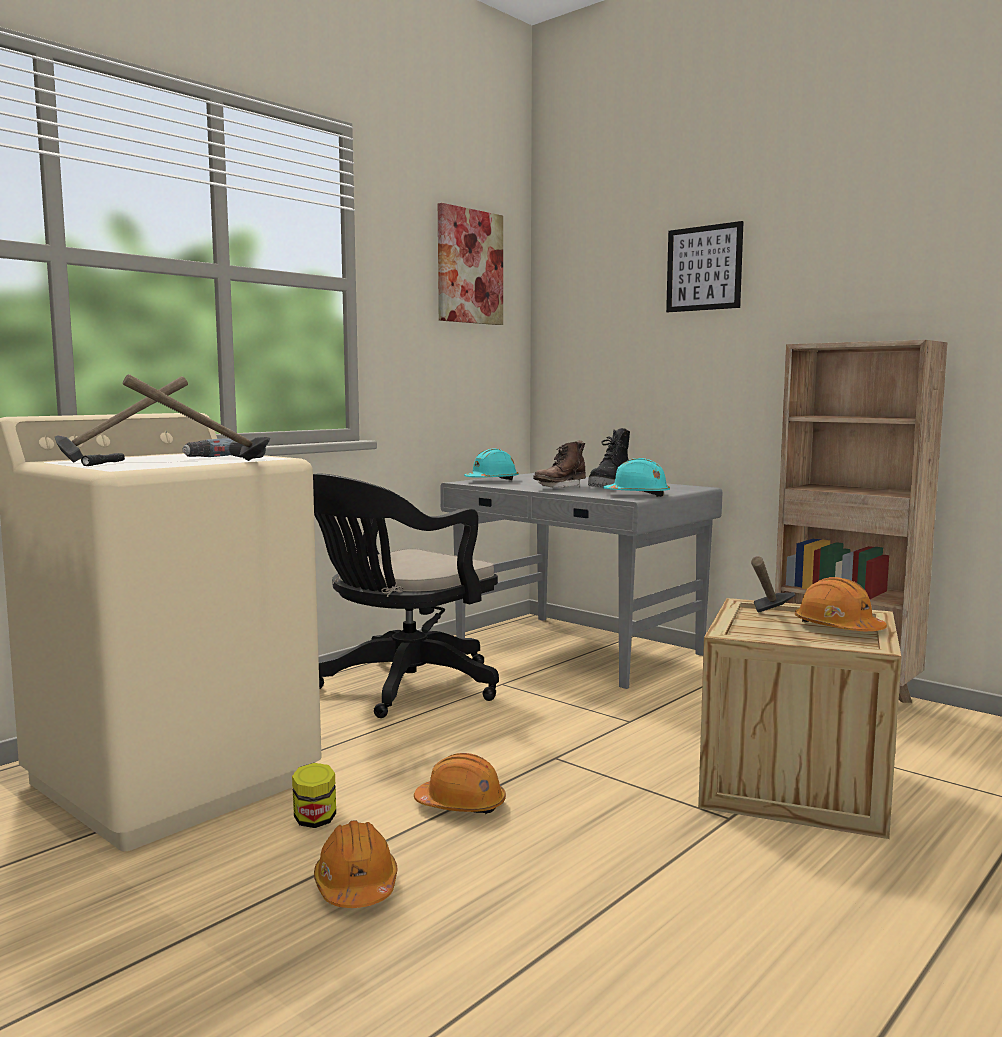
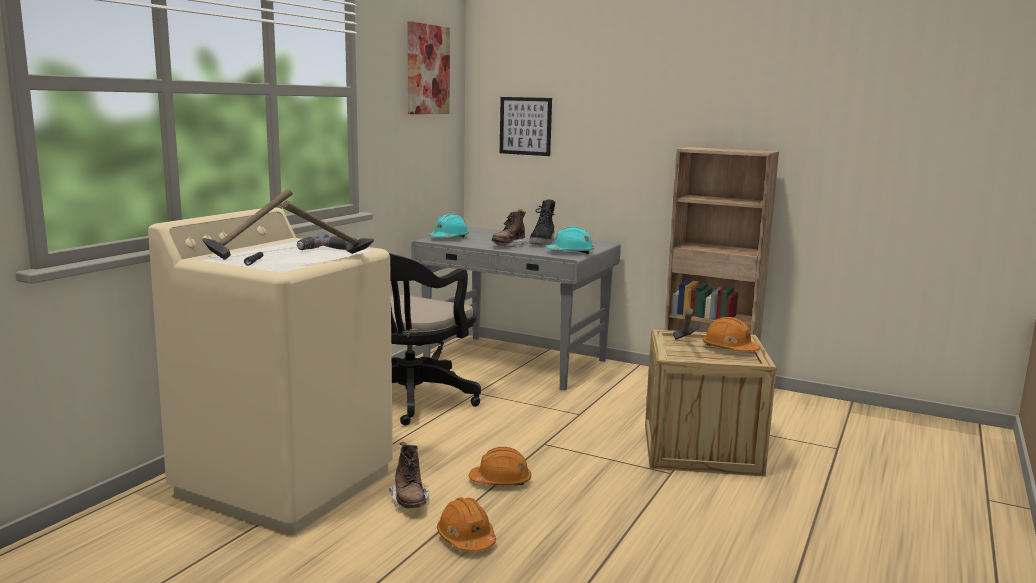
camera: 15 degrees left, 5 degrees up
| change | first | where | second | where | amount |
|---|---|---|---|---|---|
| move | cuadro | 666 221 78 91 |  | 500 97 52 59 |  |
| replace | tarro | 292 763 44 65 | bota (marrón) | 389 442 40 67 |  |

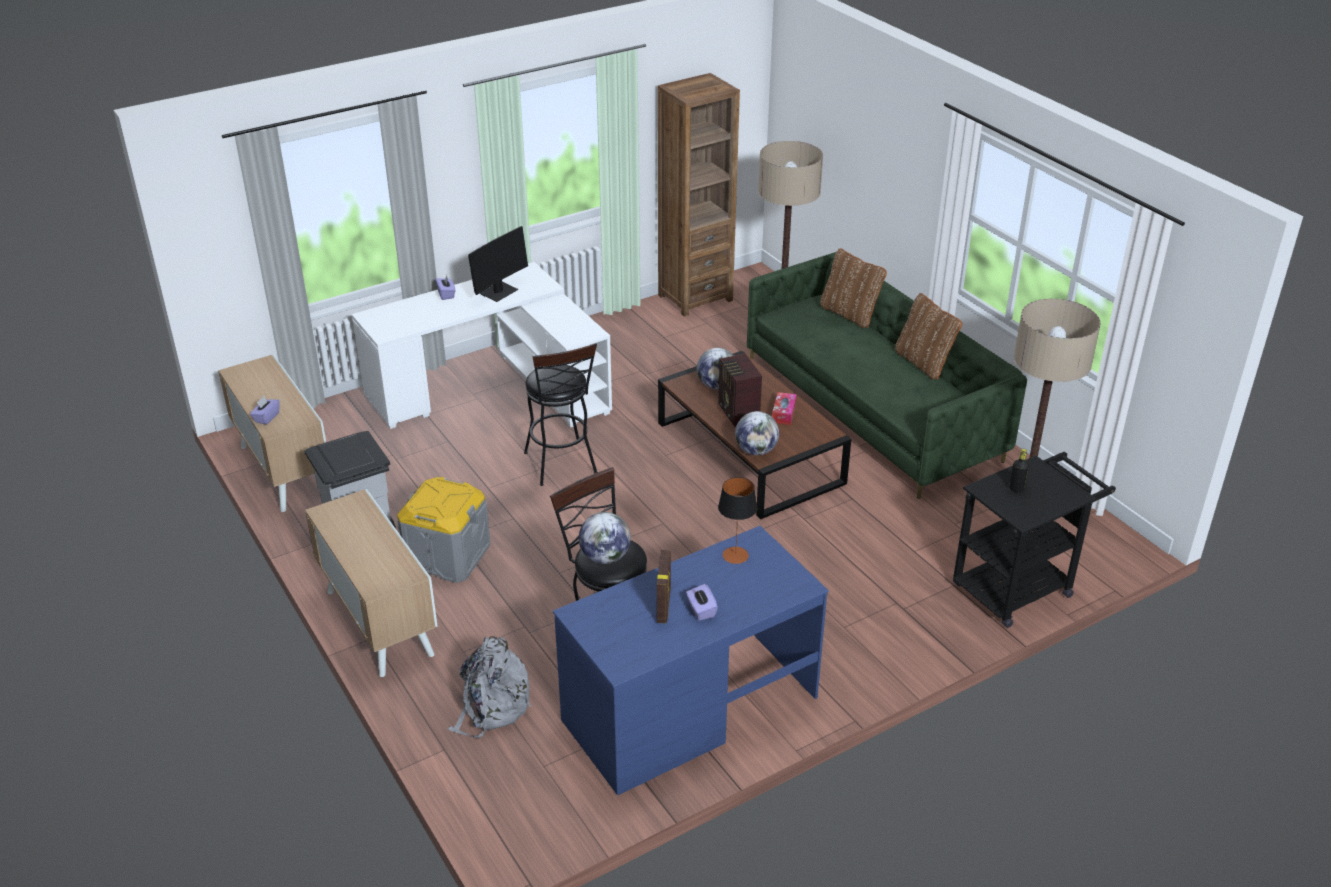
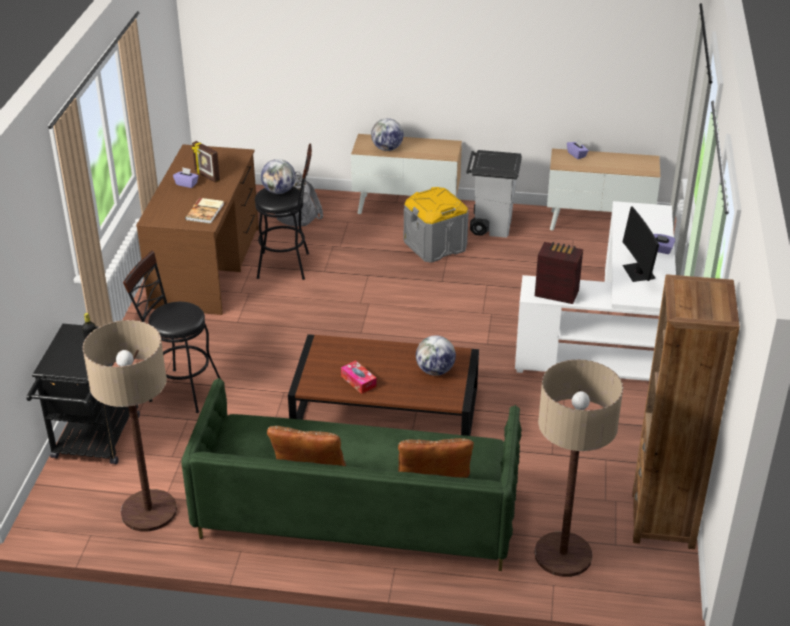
camera: 130 degrees right, 0 degrees up
| change | first | where | second | where | amount |
|---|---|---|---|---|---|
| move | taburete (negro) | 524 343 73 143 |  | 123 251 99 162 |  |
| move | radio | 718 354 44 73 |  | 535 242 48 62 |  |
| move | globo terráqueo | 735 411 44 44 |  | 371 118 33 33 |  |
| replace | lámpara de mesa | 718 477 39 87 | libro | 185 198 39 26 |  |
| recolor | escritorio (azul) | 553 526 276 269 | escritorio (marrón) | 136 144 123 171 |  |

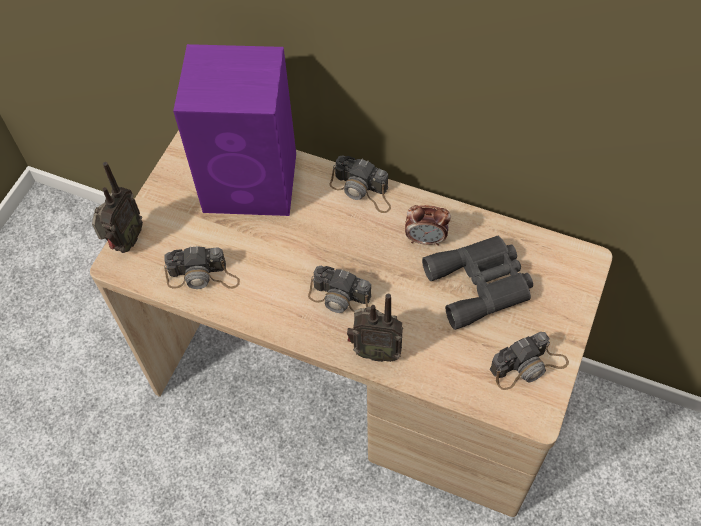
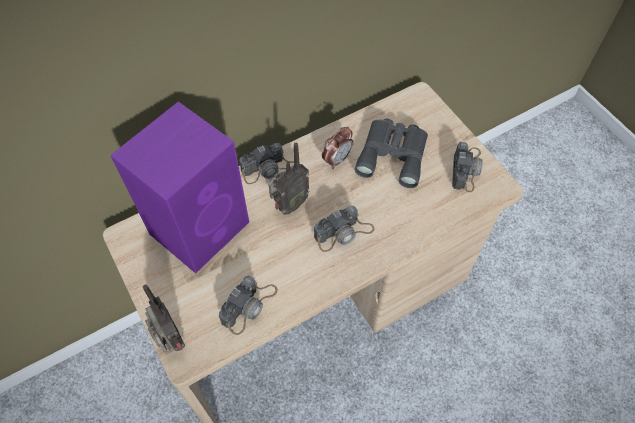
camera: 55 degrees left, 0 degrees up
| change | first | where | second | where | amount |
|---|---|---|---|---|---|
| move | radio | 347 294 56 68 |  | 269 143 40 72 |  |

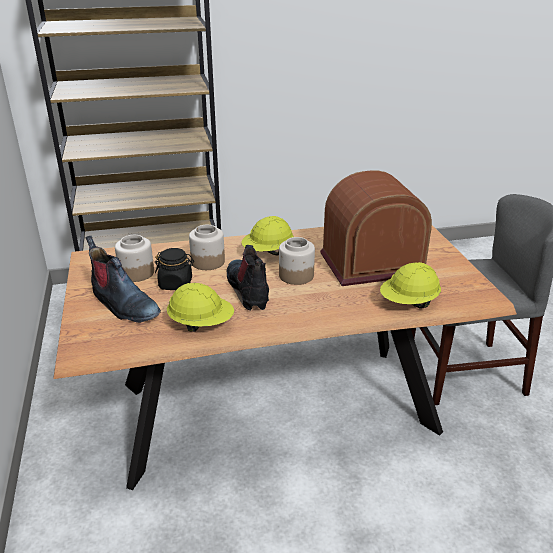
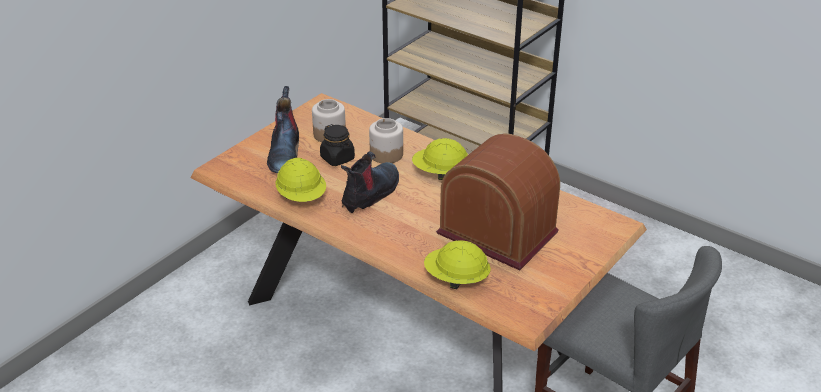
camera: 50 degrees right, 5 degrees up
| change | first | where | second | where | amount |
|---|---|---|---|---|---|
| delete | tarro | 279 237 36 48 |  |  |  |

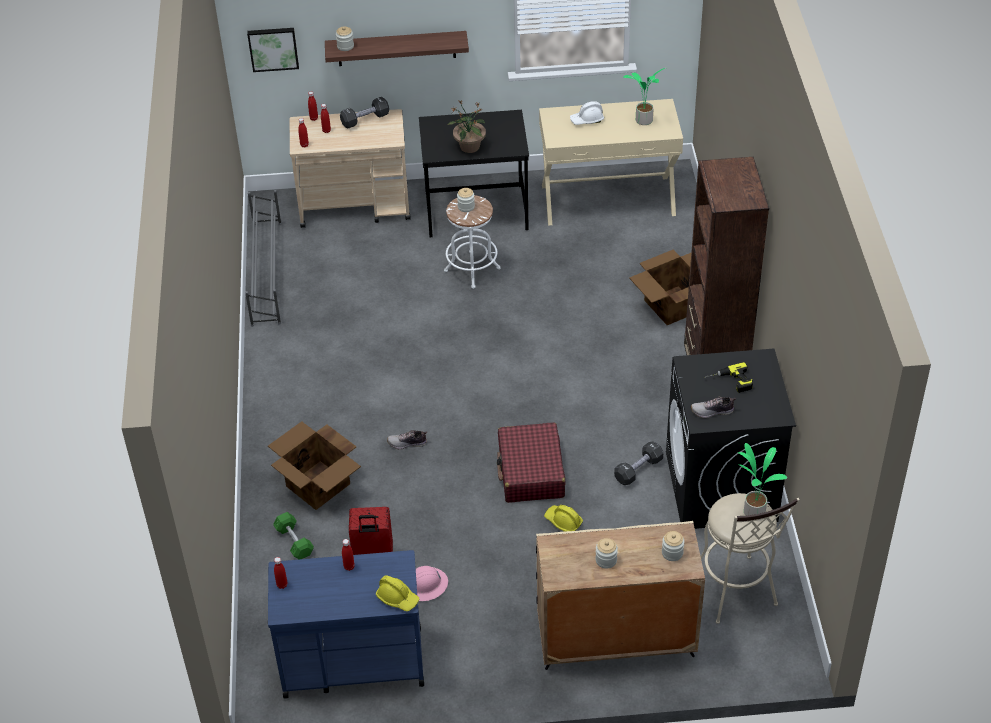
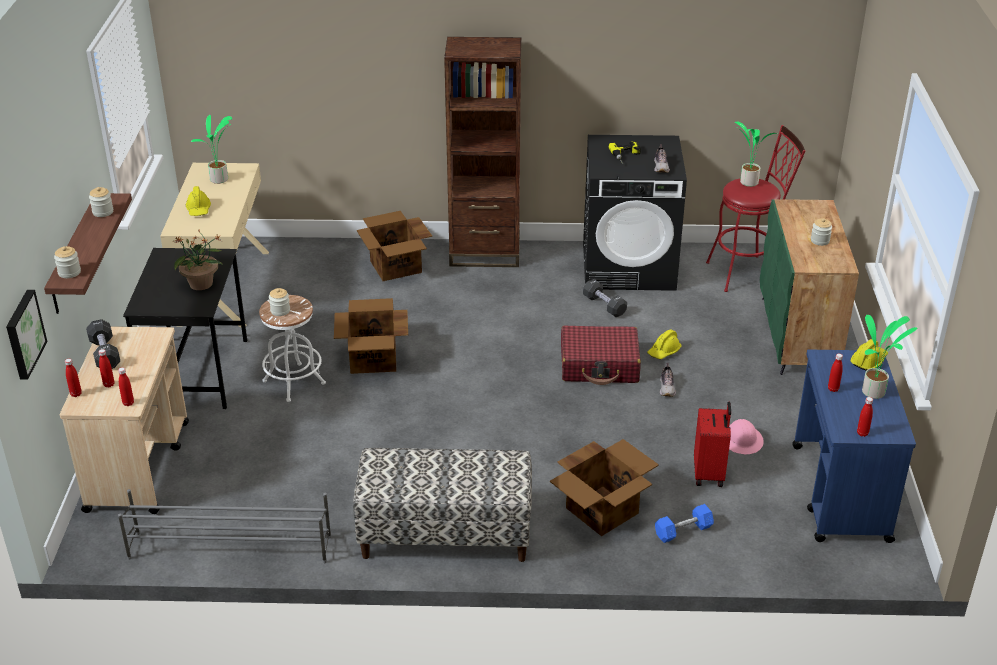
camera: 85 degrees left, 10 degrees down
| change | first | where | second | where | amount |
|---|---|---|---|---|---|
| insert |  |  | caja de cartón | 334 298 74 76 |  |
| insert |  |  | banco | 353 448 179 114 |  |
| insert |  |  | planta en maceta | 862 315 55 84 |  |
| move | zapato | 387 430 40 19 |  | 660 363 16 34 |  |
| move | tarro | 662 531 22 30 |  | 89 187 24 30 |  |
| recolor | mancuerna (verde) | 273 512 41 47 | mancuerna (azul) | 655 504 59 39 |  |
| recolor | armario (beis) | 536 521 169 149 | armario (verde) | 760 199 99 176 |  |
| recolor | casco (blanco) | 570 101 34 24 | casco (amarillo) | 186 186 25 30 |  |
| recolor | taburete (beis) | 701 493 99 131 | taburete (rojo) | 706 125 99 167 |  |

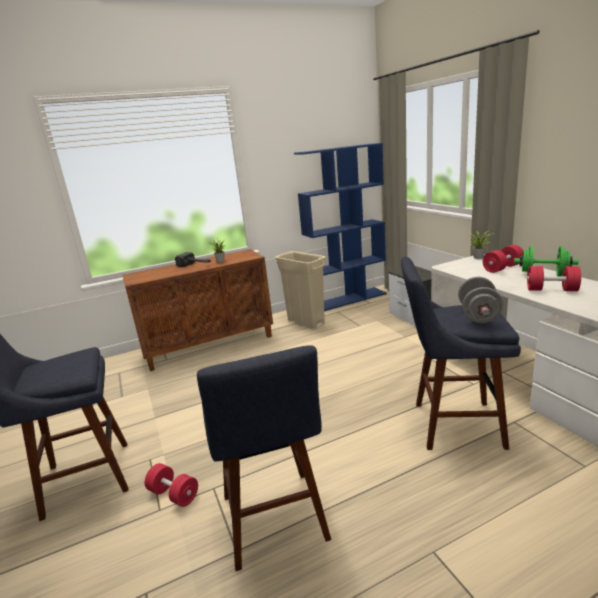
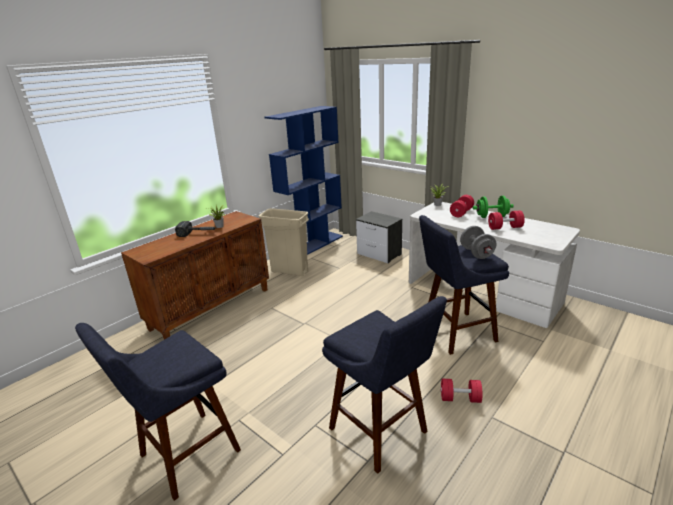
camera: 25 degrees left, 5 degrees up
| change | first | where | second | where | amount |
|---|---|---|---|---|---|
| move | mancuerna (rojo) | 145 463 53 44 |  | 440 379 43 24 |  |

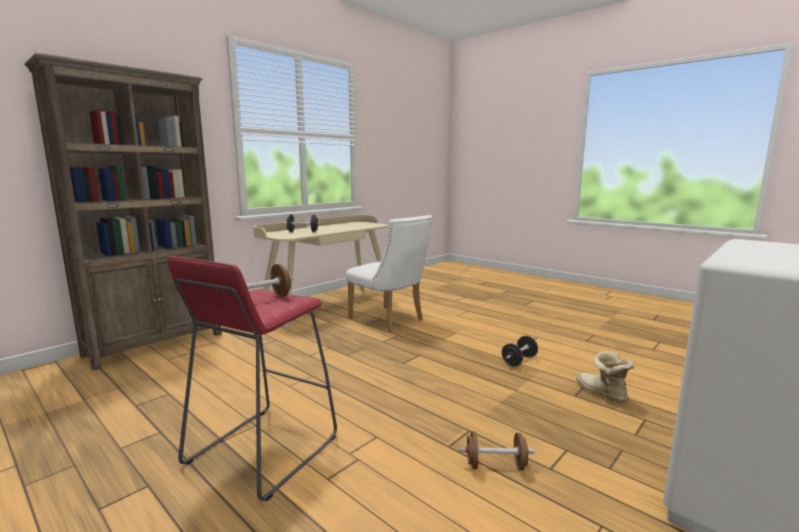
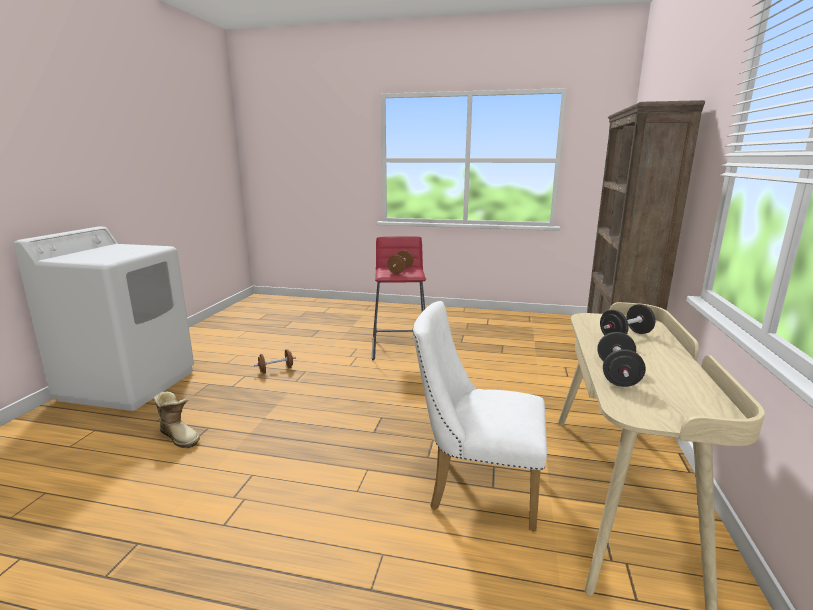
camera: 150 degrees right, 5 degrees up
| change | first | where | second | where | amount |
|---|---|---|---|---|---|
| move | mancuerna (negro) | 502 336 36 30 |  | 597 332 49 55 |  |

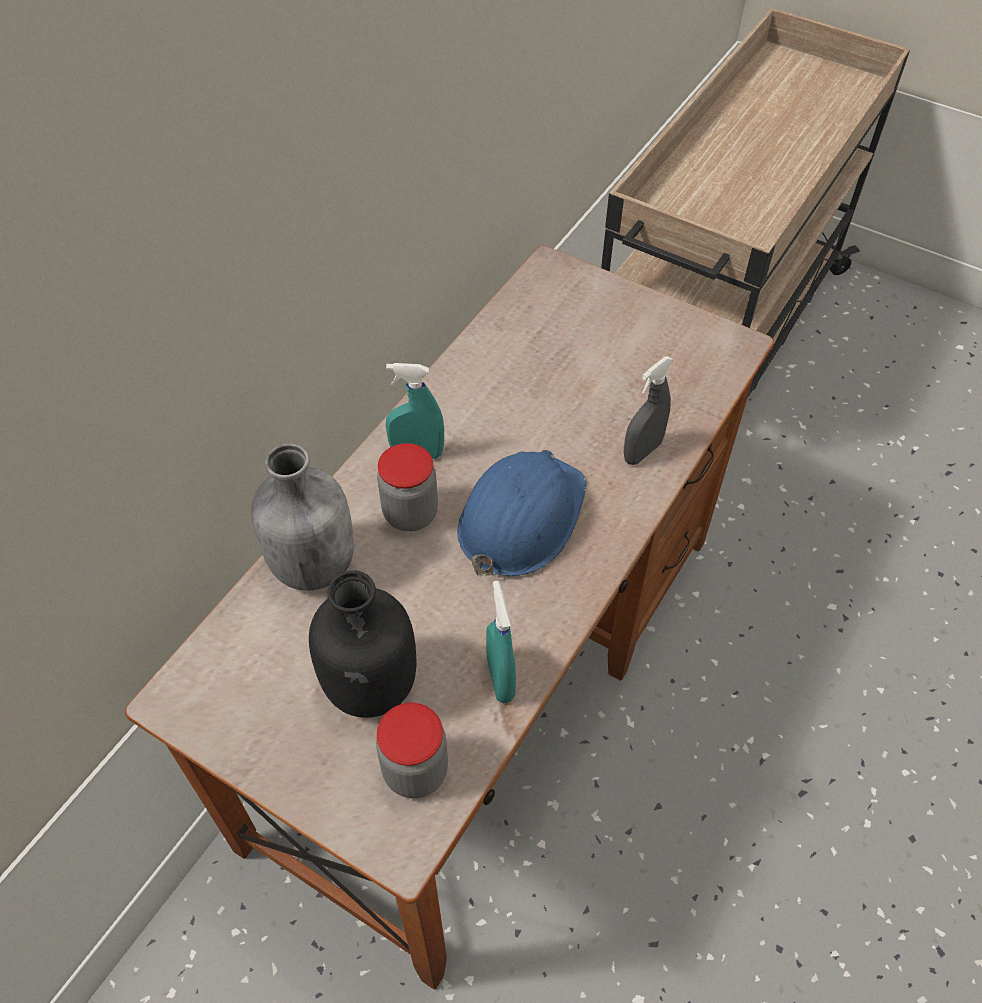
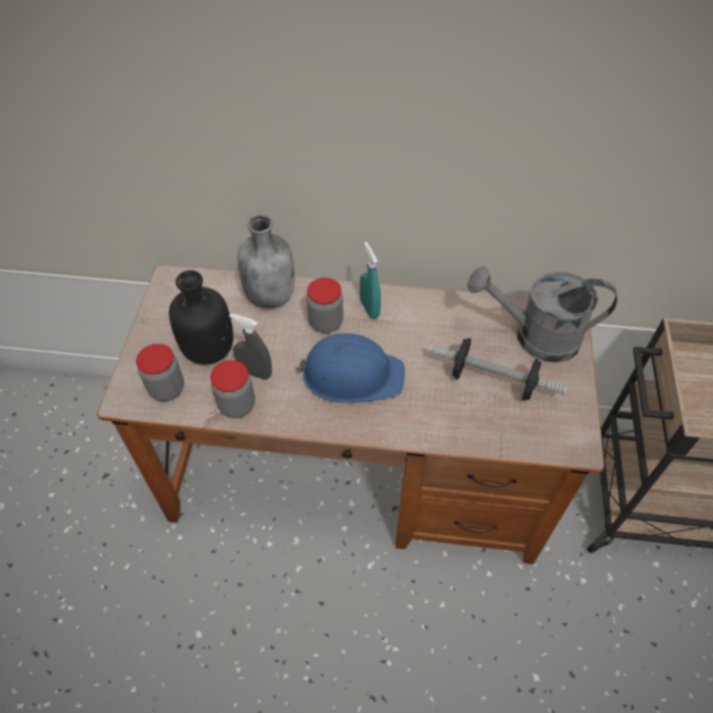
camera: 65 degrees right, 0 degrees up
| change | first | where | second | where | amount |
|---|---|---|---|---|---|
| insert |  |  | mancuerna | 429 338 138 63 |  |
| insert |  |  | regadera (gris) | 467 266 150 97 |  |
| move | pulverizador (gris) | 623 356 50 109 |  | 229 313 43 67 |  |
| replace | pulverizador (turquesa) | 486 581 30 122 | tarro | 211 360 44 58 |  |

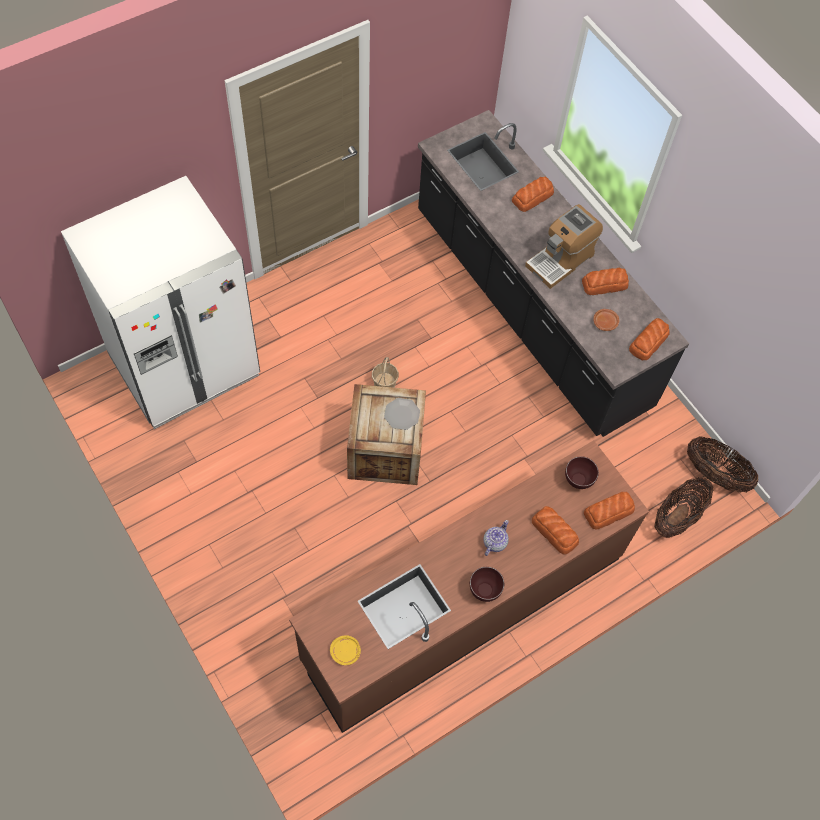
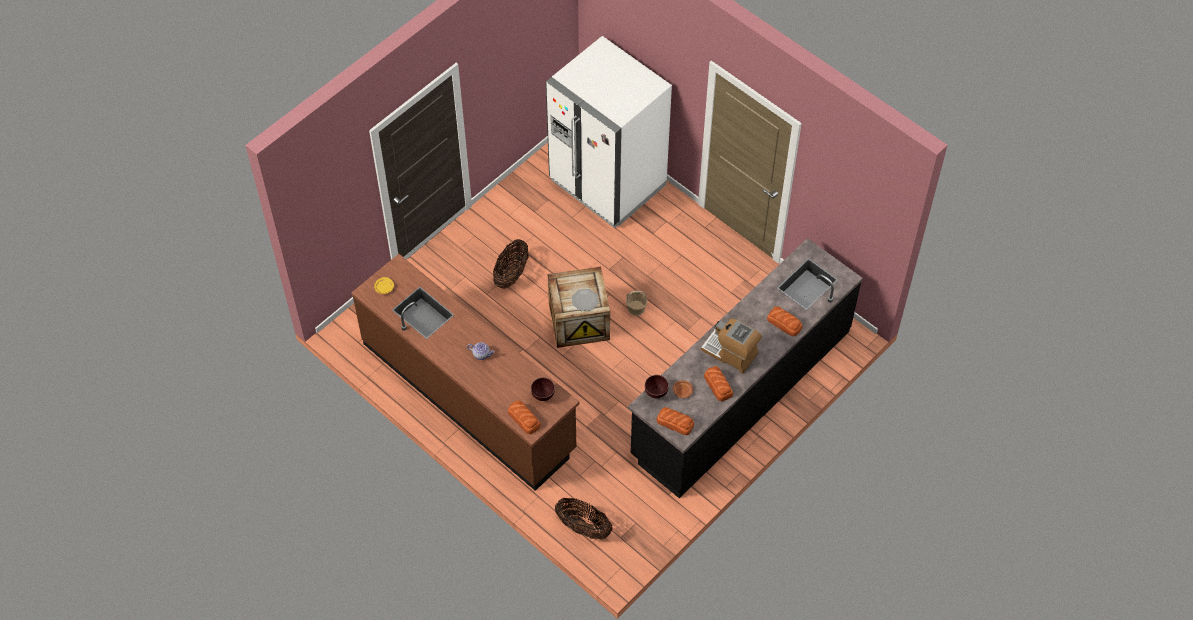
camera: 80 degrees right, 5 degrees down
| change | first | where | second | where | amount |
|---|---|---|---|---|---|
| delete | pan | 532 506 47 49 |  |  |  |
| move | cuenco (marrón) | 470 567 34 35 |  | 645 375 24 24 |  |
| move | cesta | 687 436 71 57 |  | 493 239 36 50 |  |

